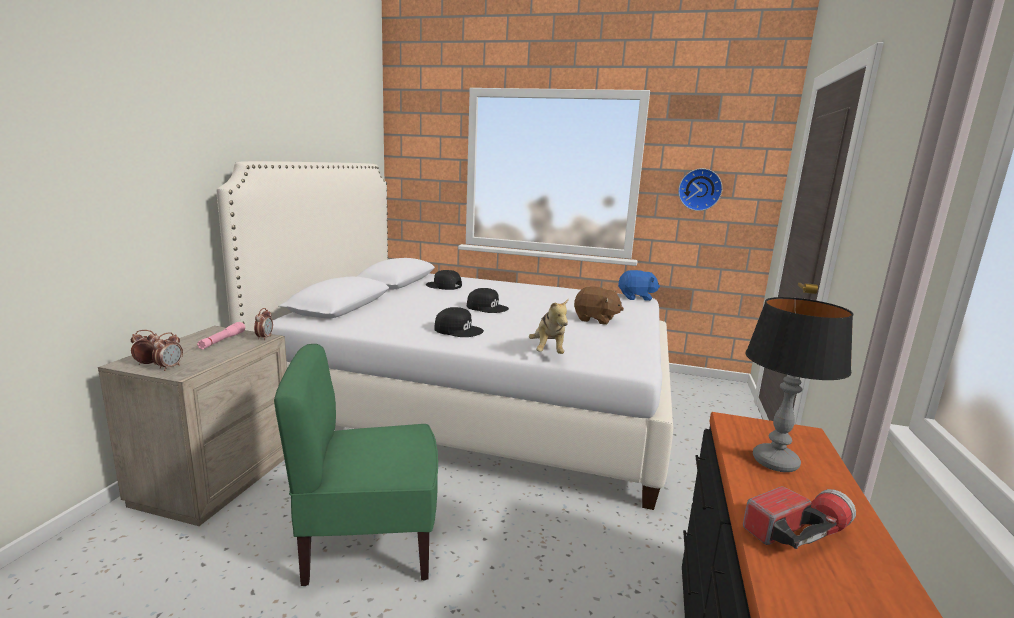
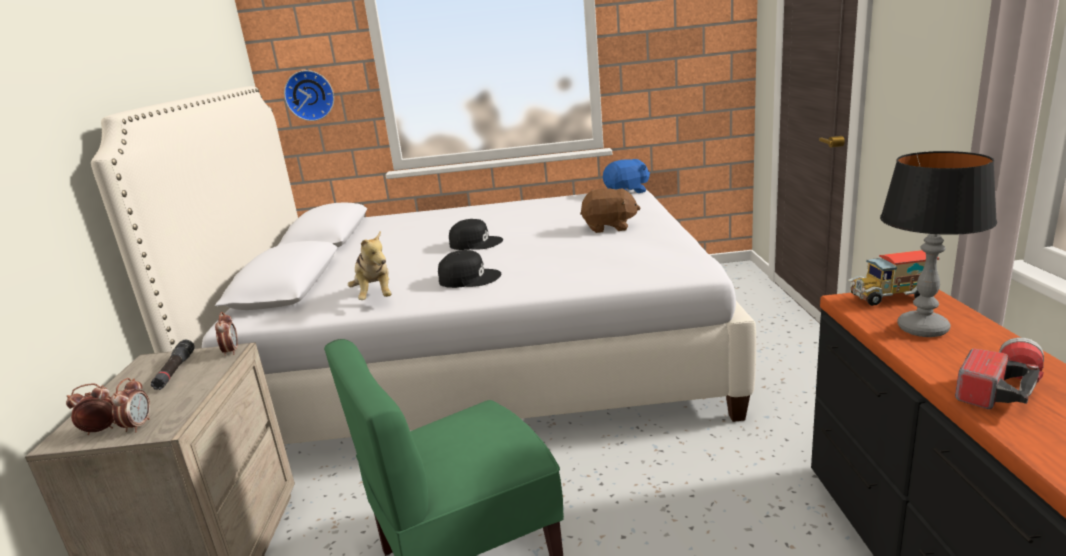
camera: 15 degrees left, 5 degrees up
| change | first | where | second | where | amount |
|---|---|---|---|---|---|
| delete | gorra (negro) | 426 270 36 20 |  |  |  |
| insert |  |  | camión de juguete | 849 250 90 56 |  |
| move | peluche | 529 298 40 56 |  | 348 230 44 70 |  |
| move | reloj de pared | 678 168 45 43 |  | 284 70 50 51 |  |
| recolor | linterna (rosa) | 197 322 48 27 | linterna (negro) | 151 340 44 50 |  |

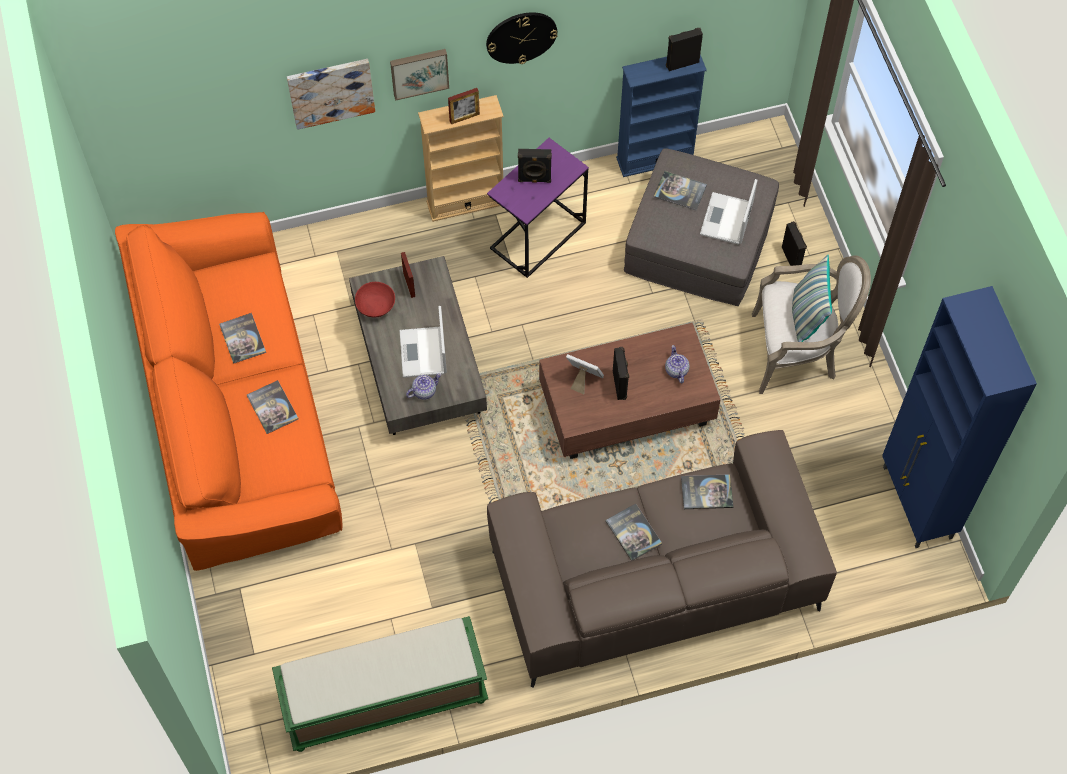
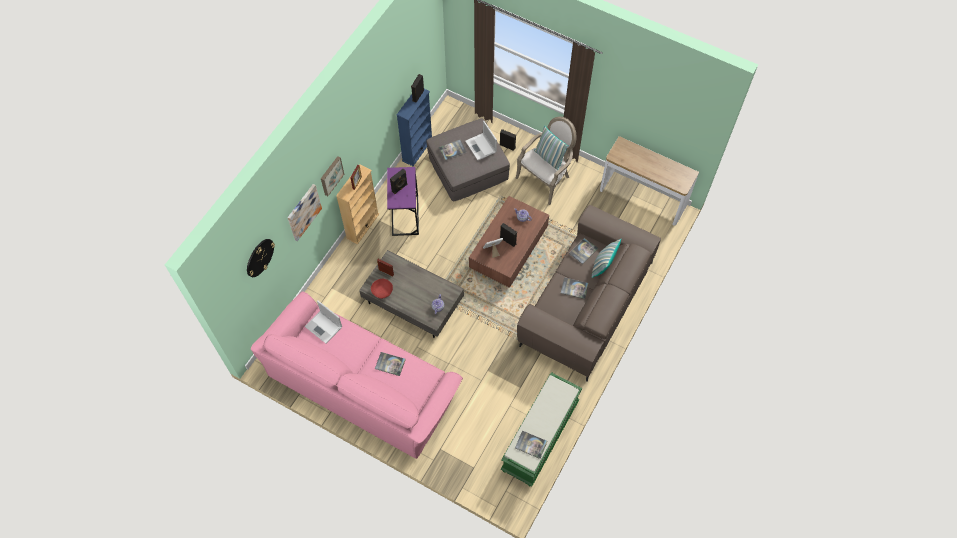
camera: 45 degrees left, 0 degrees up
| change | first | where | second | where | amount |
|---|---|---|---|---|---|
| insert |  |  | cojín | 592 239 29 39 |  |
| move | libro | 219 313 47 51 |  | 515 430 33 29 |  |
| move | portátil | 399 306 48 72 |  | 305 300 37 44 |  |
| move | reloj de pared | 486 12 71 52 |  | 247 239 28 38 |  |
| replace | armario (azul) | 882 286 155 262 | mesa consola | 600 136 99 90 |  |
| recolor | sofá (naranja) | 115 212 228 359 | sofá (rosa) | 251 292 212 167 |  |

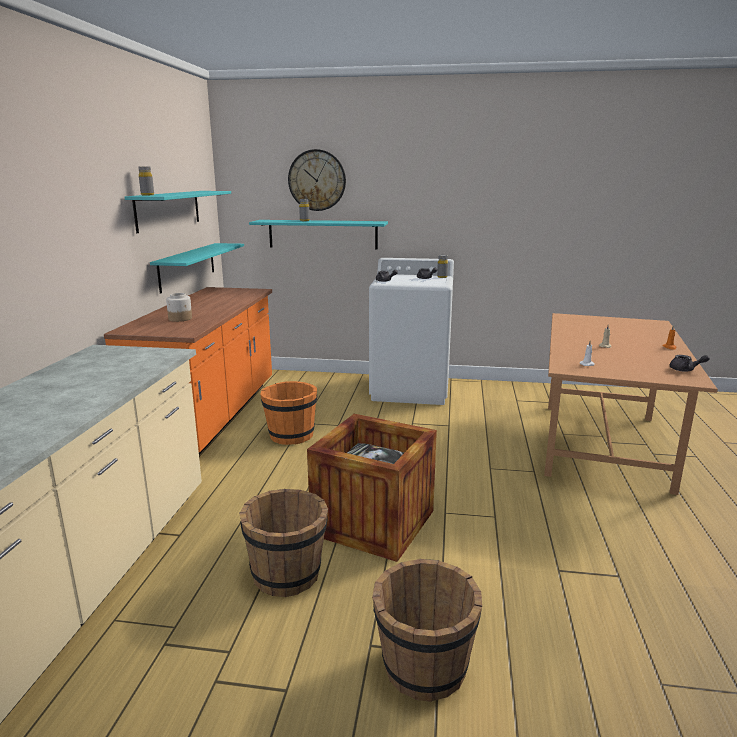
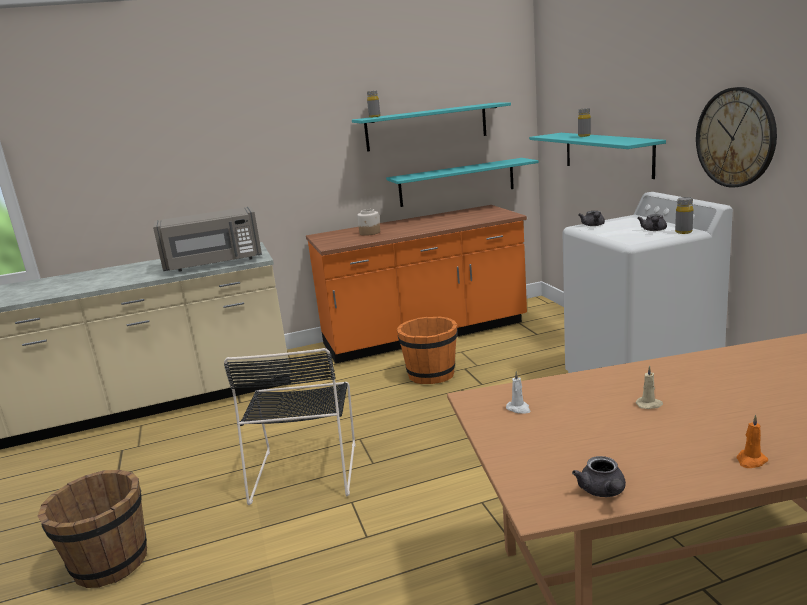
camera: 65 degrees right, 0 degrees up
| change | first | where | second | where | amount |
|---|---|---|---|---|---|
| delete | cubo (marrón) | 239 489 89 108 |  |  |  |
| insert |  |  | microondas (gris) | 153 206 109 66 |  |
| move | reloj de pared | 288 149 58 62 |  | 696 87 81 101 |  |
| replace | caja de embalaje | 307 414 130 148 | silla (negro) | 224 348 132 157 |  |

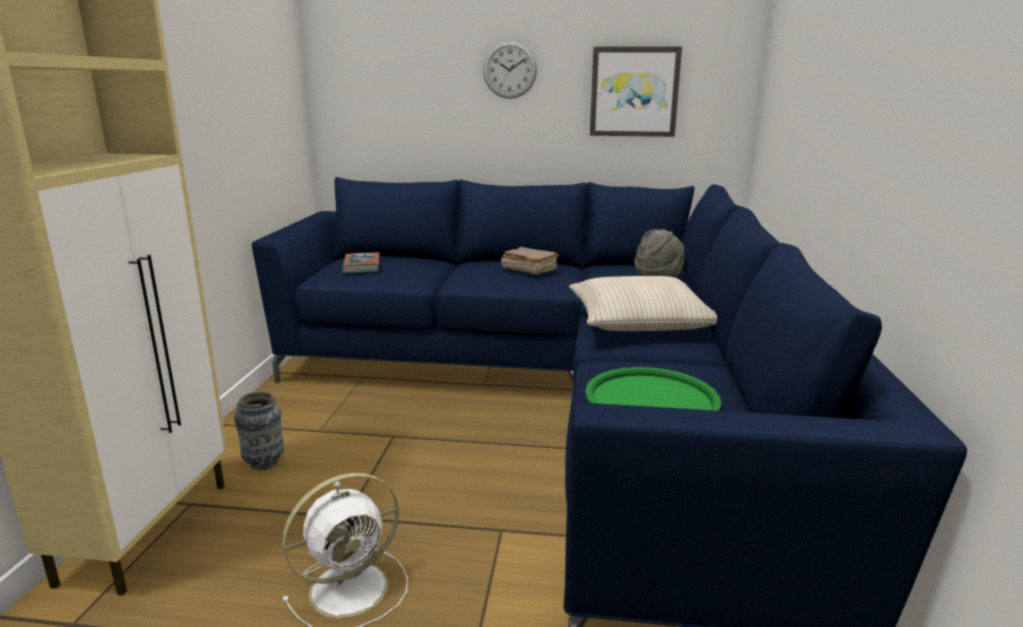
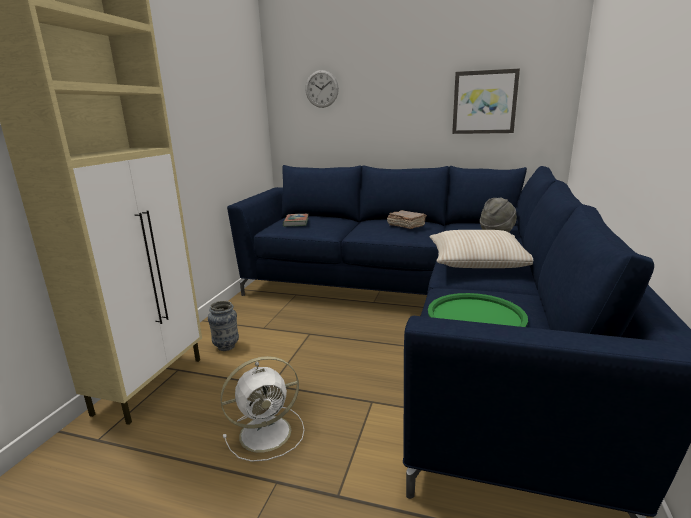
camera: 10 degrees right, 0 degrees up
| change | first | where | second | where | amount |
|---|---|---|---|---|---|
| move | reloj de pared | 483 41 54 58 |  | 305 70 34 38 |  |

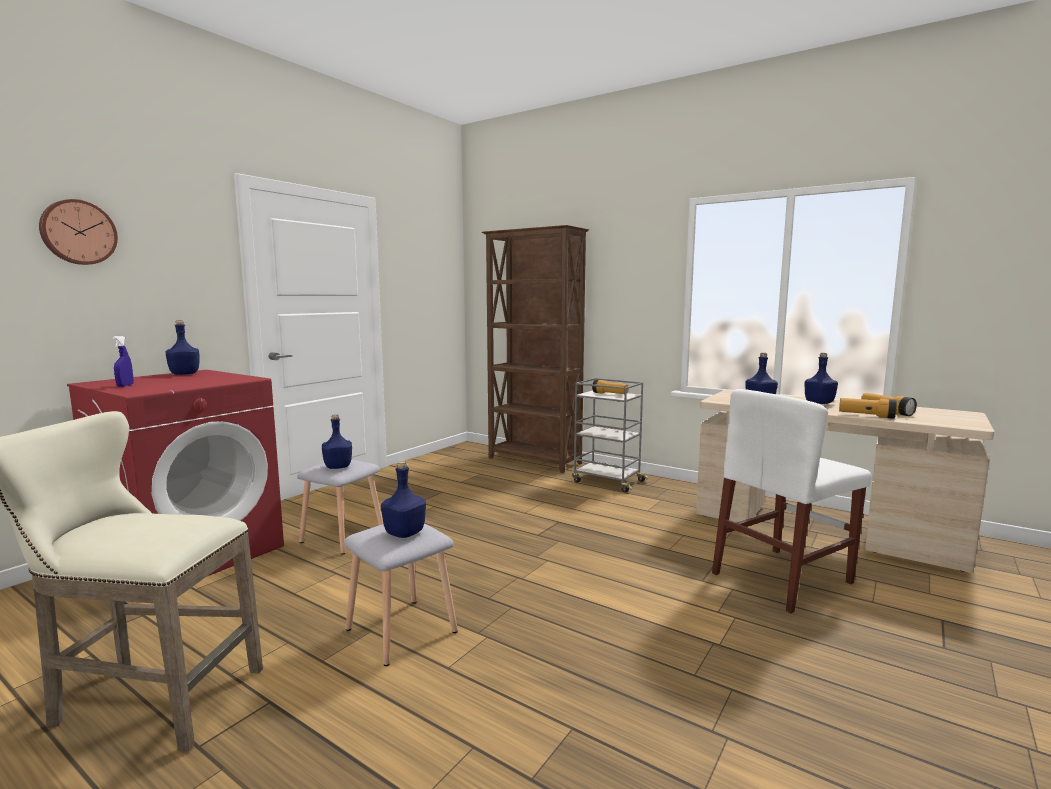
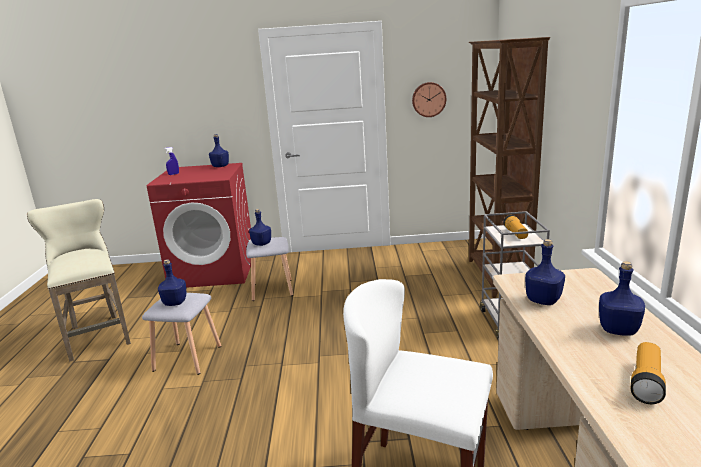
camera: 55 degrees right, 10 degrees up
| change | first | where | second | where | amount |
|---|---|---|---|---|---|
| delete | linterna | 839 398 58 21 |  |  |  |
| move | reloj de pared | 39 199 79 66 |  | 412 82 34 35 |  |

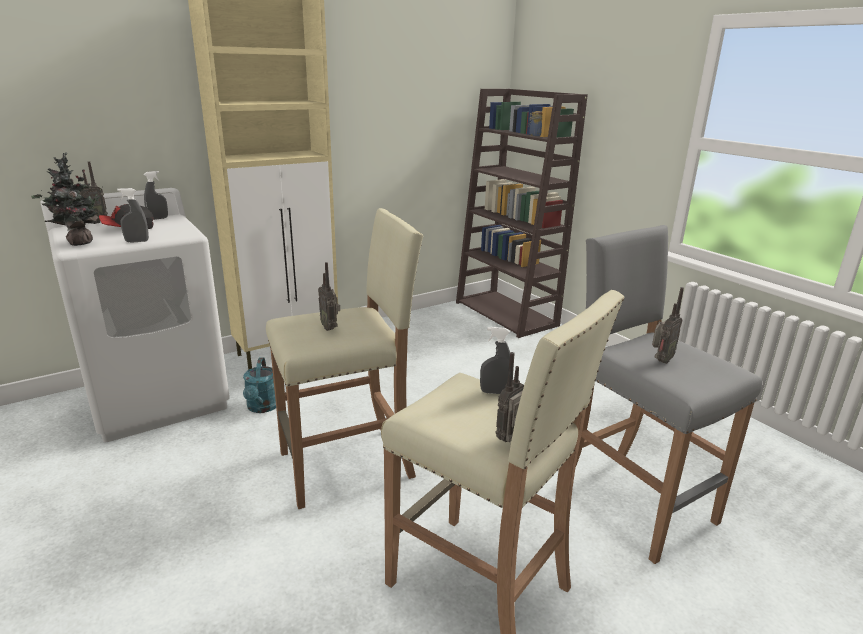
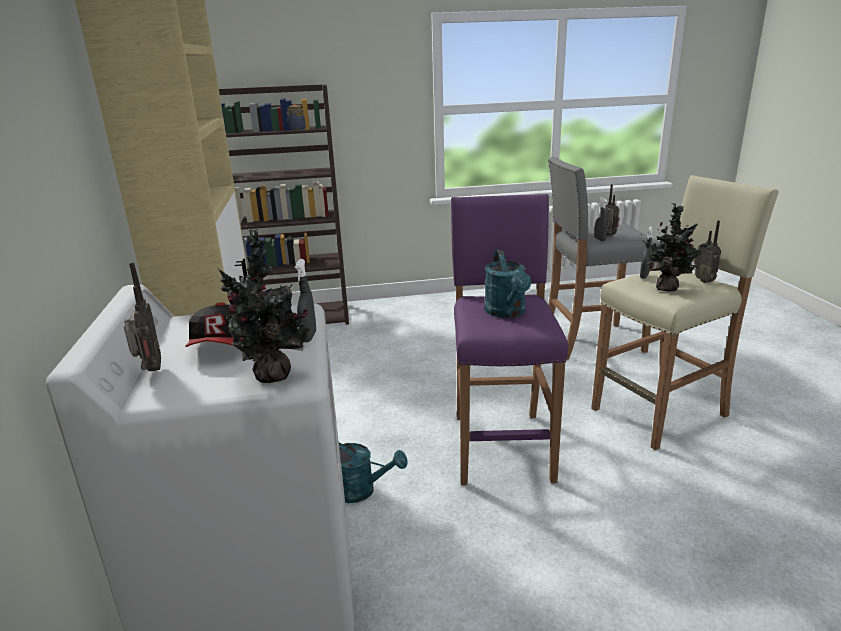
camera: 65 degrees left, 0 degrees up
| change | first | where | second | where | amount |
|---|---|---|---|---|---|
| insert |  |  | planta en maceta | 641 203 70 88 |  |
| move | pulverizador (gris) | 144 171 24 49 |  | 594 197 14 45 |  |
| replace | radio | 318 262 22 69 | regadera (turquesa) | 484 250 47 68 |  |
| recolor | taburete (beis) | 266 208 157 301 | taburete (morado) | 451 194 117 291 |  |

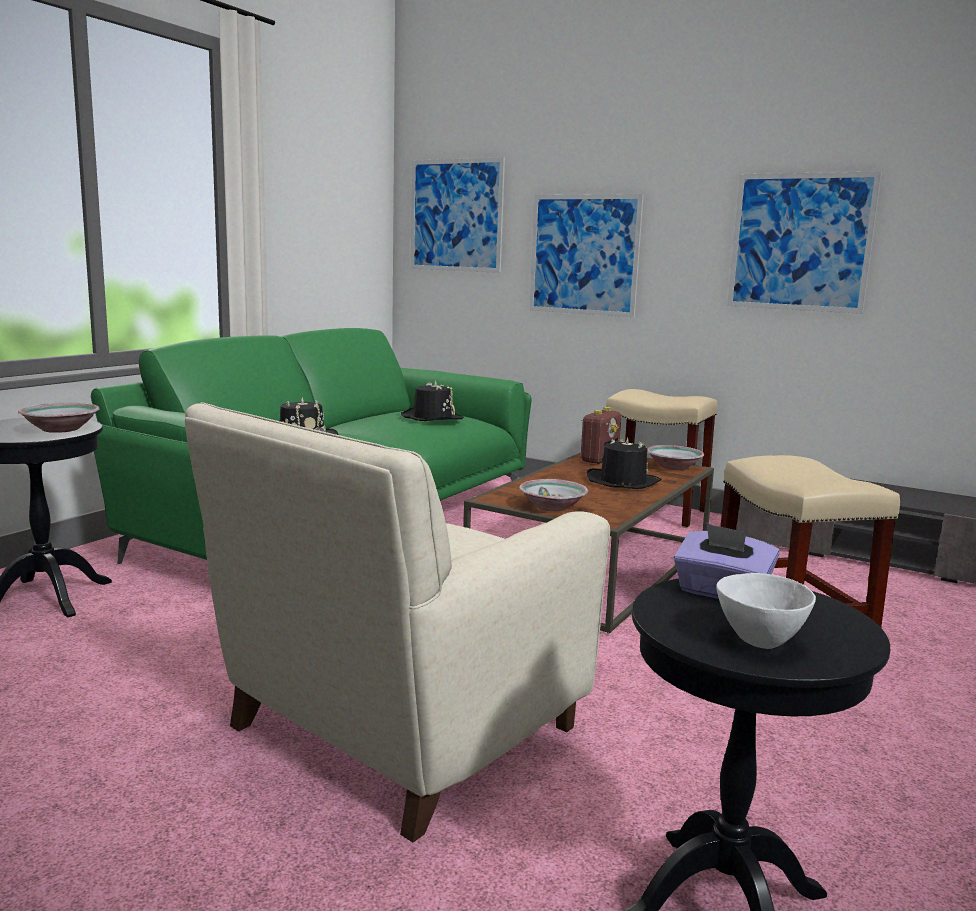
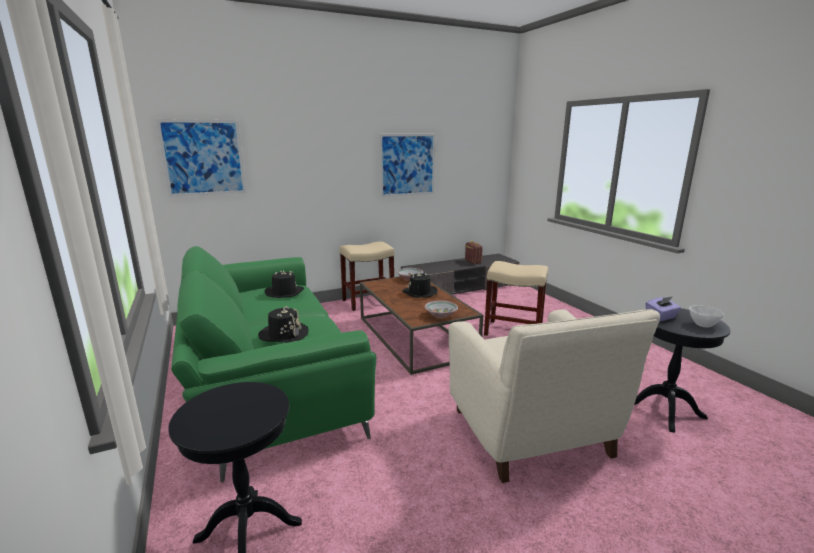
camera: 55 degrees left, 5 degrees up
| change | first | where | second | where | amount |
|---|---|---|---|---|---|
| delete | cuenco | 18 402 82 31 |  |  |  |
| delete | cuadro | 529 194 115 123 |  |  |  |
| move | radio | 581 407 40 57 |  | 465 241 18 23 |  |

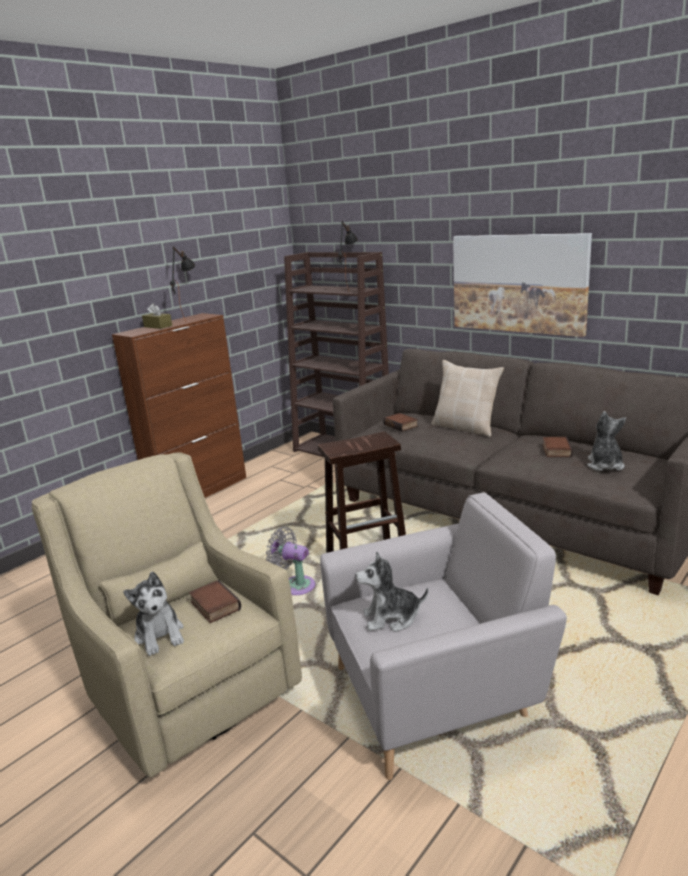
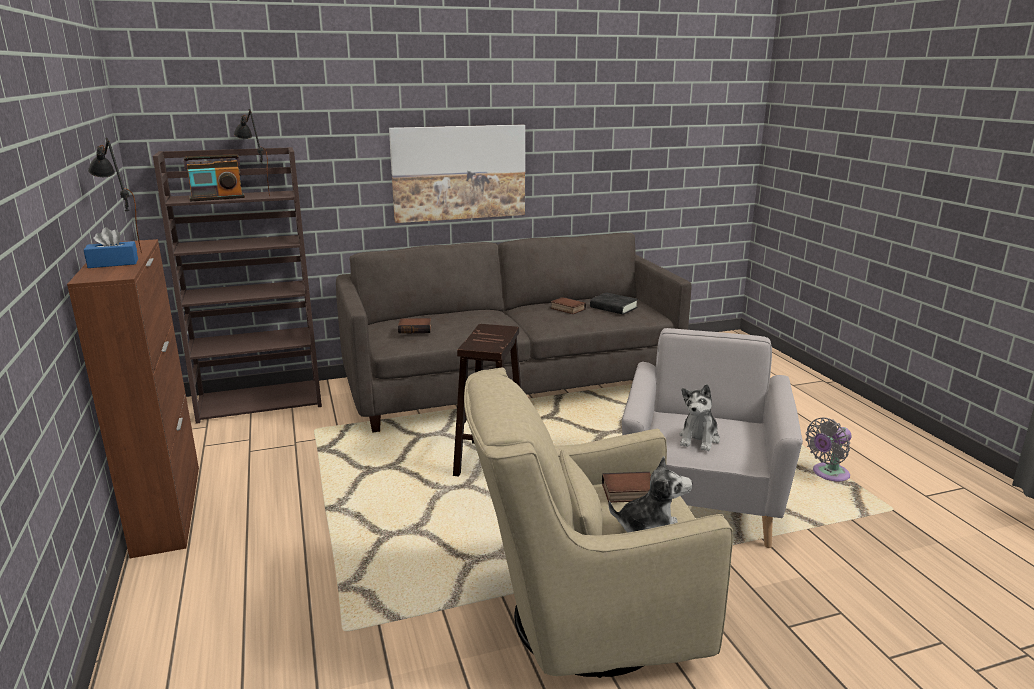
camera: 60 degrees left, 0 degrees up
| change | first | where | second | where | amount |
|---|---|---|---|---|---|
| delete | cojín (beis) | 431 360 73 77 |  |  |  |
| insert |  |  | radio | 184 154 61 47 |  |
| move | ventilador (gris) | 266 527 49 68 |  | 805 418 47 63 |  |
| replace | peluche | 587 411 39 60 | libro (negro) | 590 292 48 23 |  |
| recolor | caja de pañuelos (marrón) | 142 303 30 26 | caja de pañuelos (azul) | 84 227 54 41 |  |

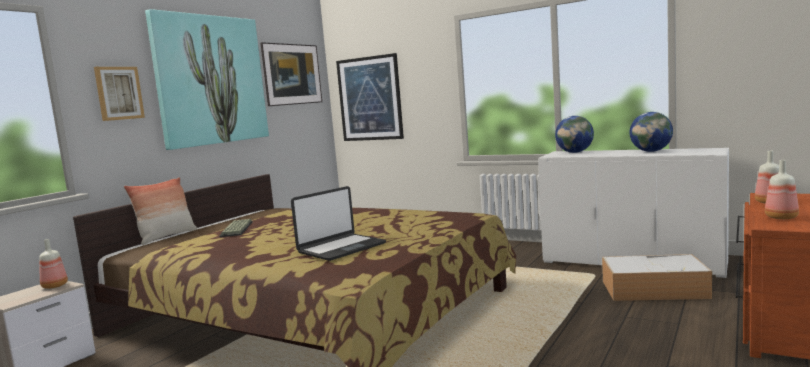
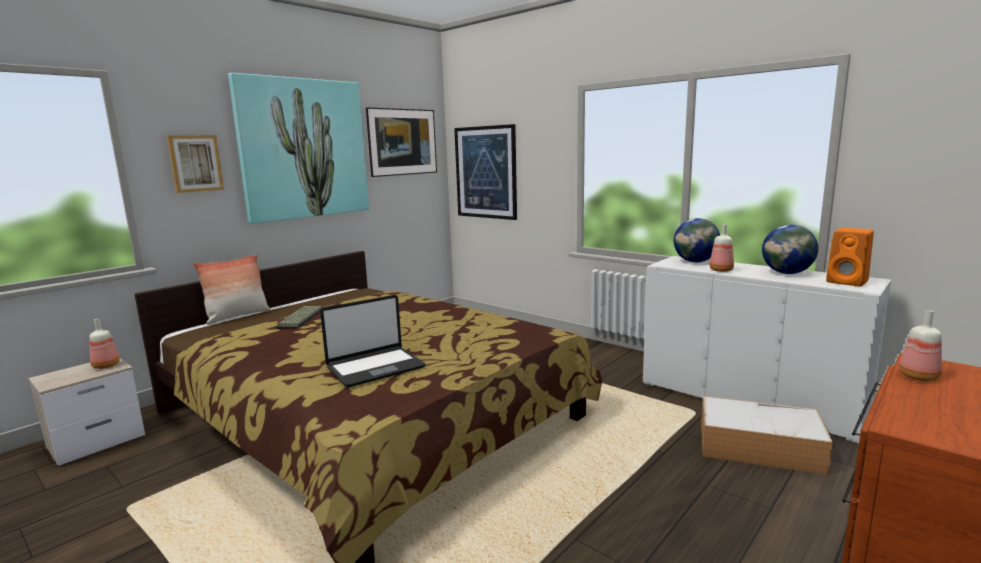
camera: 10 degrees right, 5 degrees up
| change | first | where | second | where | amount |
|---|---|---|---|---|---|
| insert |  |  | altavoz (naranja) | 826 227 48 59 |  |
| move | botella | 765 160 34 59 |  | 709 224 25 48 |  |

